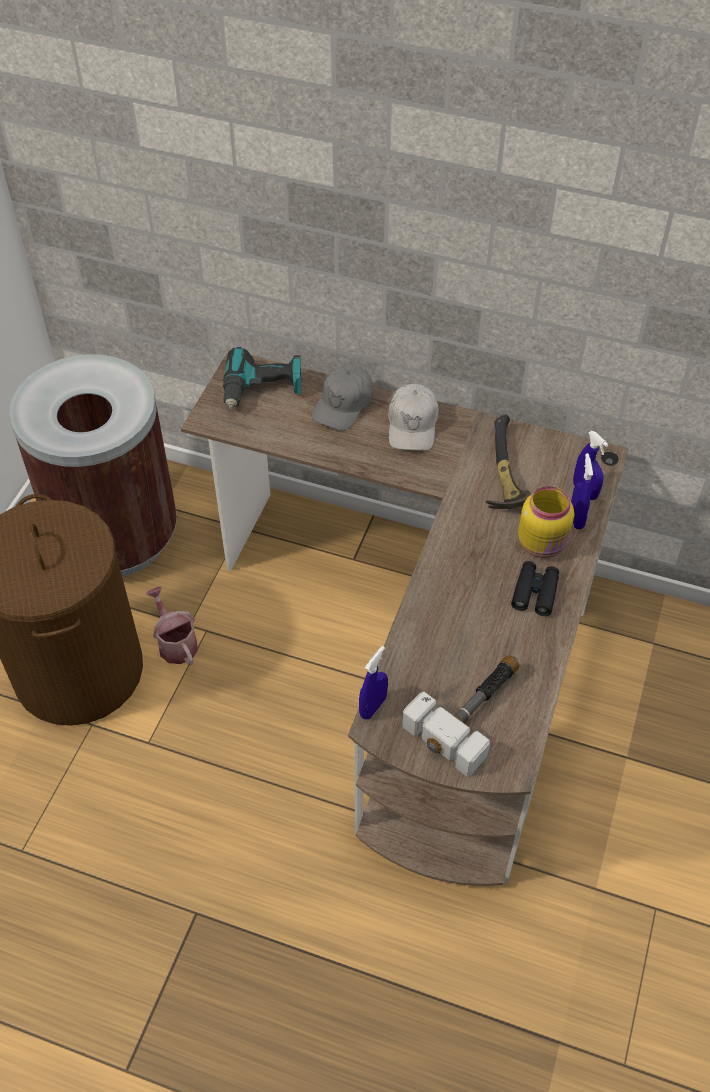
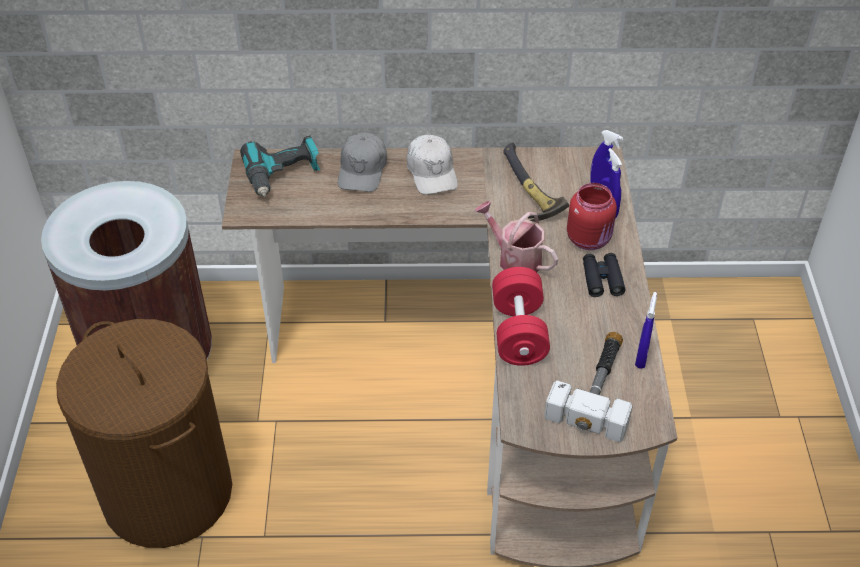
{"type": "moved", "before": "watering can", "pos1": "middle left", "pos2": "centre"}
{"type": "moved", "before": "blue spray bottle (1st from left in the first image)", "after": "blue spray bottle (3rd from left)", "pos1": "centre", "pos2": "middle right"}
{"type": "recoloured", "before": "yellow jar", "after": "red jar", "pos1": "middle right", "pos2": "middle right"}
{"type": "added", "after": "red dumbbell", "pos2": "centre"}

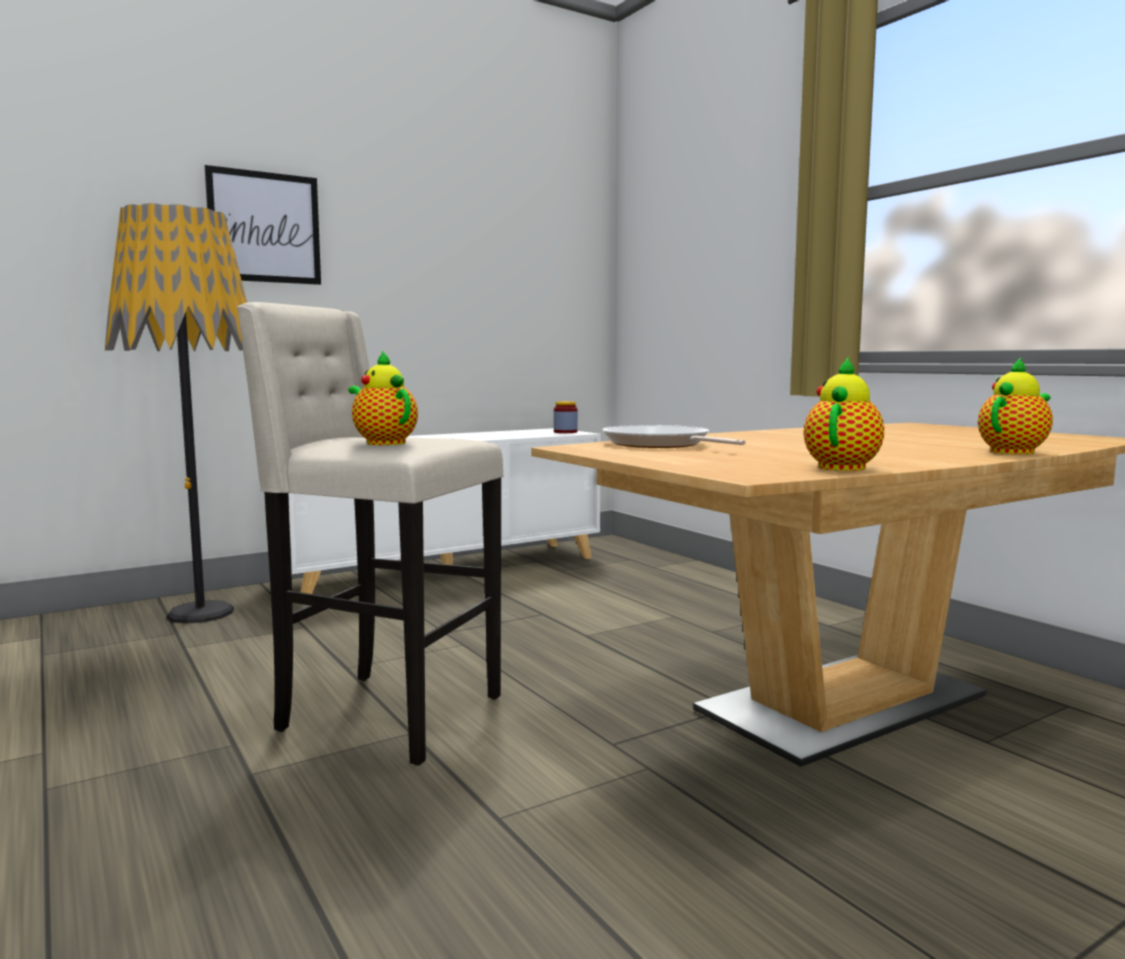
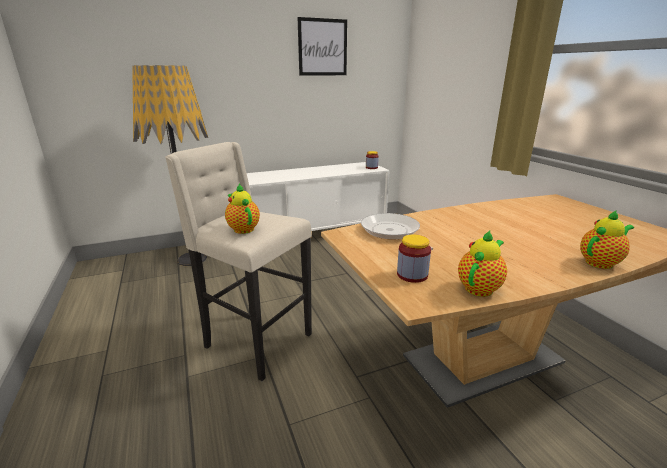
{"type": "moved", "before": "picture", "pos1": "top left", "pos2": "top centre"}
{"type": "added", "after": "jar (2nd from left)", "pos2": "centre"}

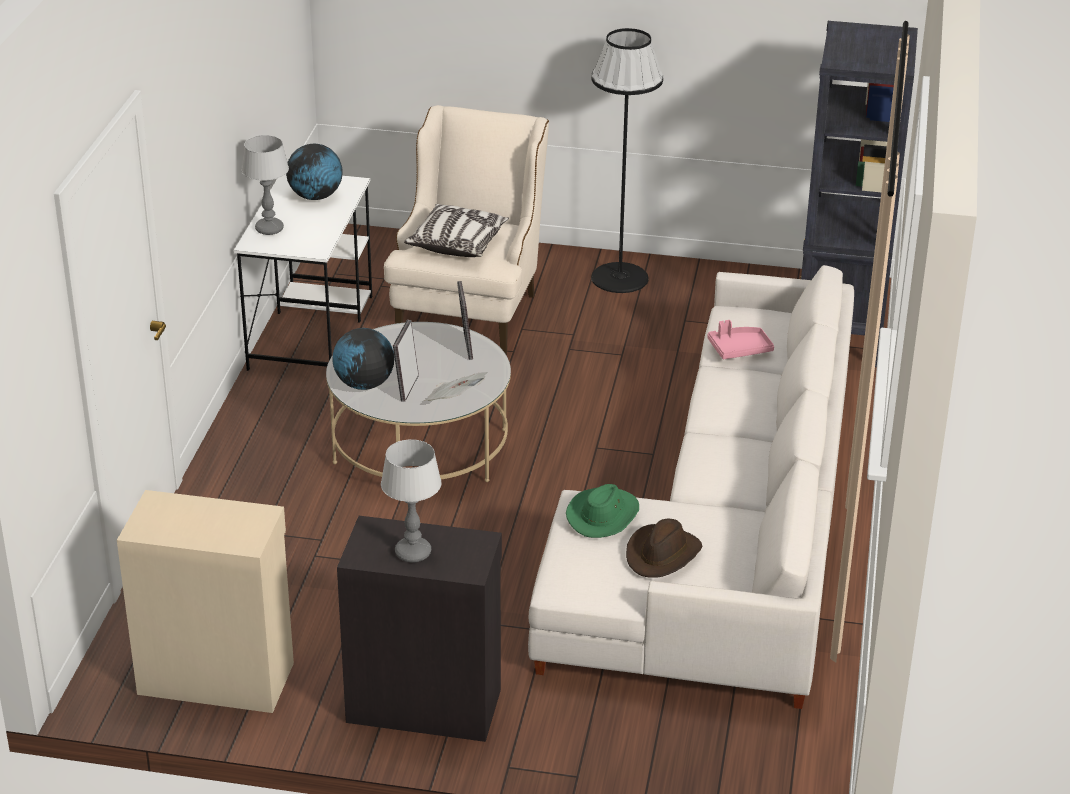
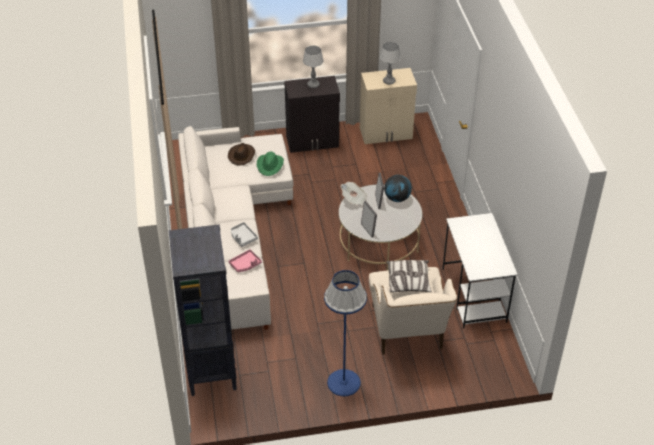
{"type": "moved", "before": "table lamp (1st from left in the first image)", "after": "table lamp (2nd from left)", "pos1": "top left", "pos2": "top centre"}
{"type": "removed", "before": "globe (1st from left)", "pos1": "top left"}
{"type": "recoloured", "before": "black floor lamp", "after": "blue floor lamp", "pos1": "top centre", "pos2": "bottom centre"}
{"type": "added", "after": "grey tray", "pos2": "centre"}

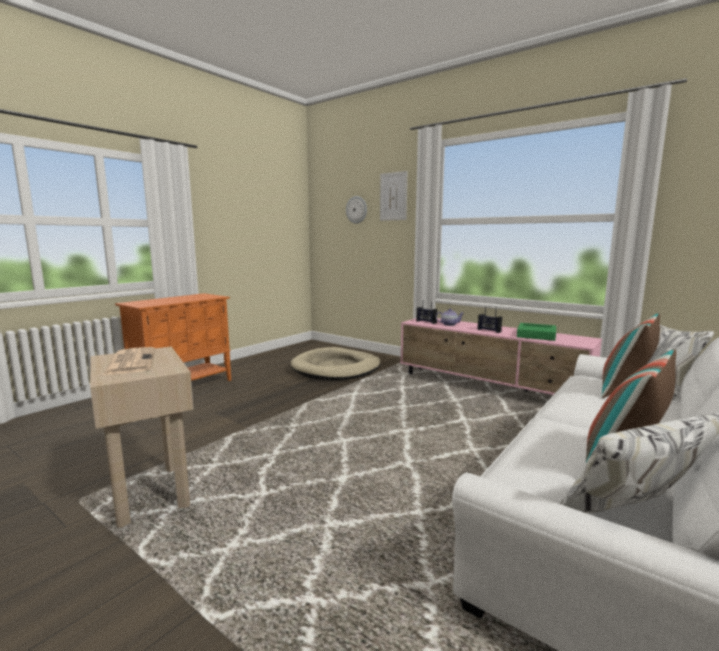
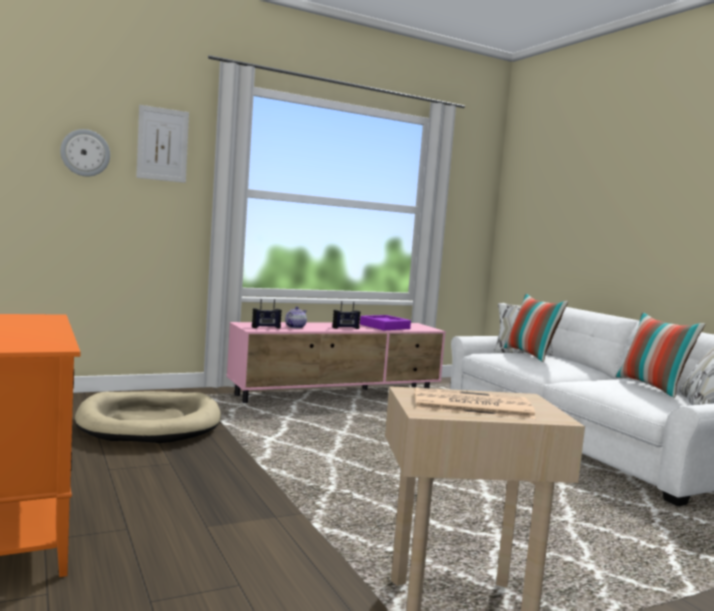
{"type": "recoloured", "before": "green tray", "after": "purple tray", "pos1": "middle right", "pos2": "centre"}

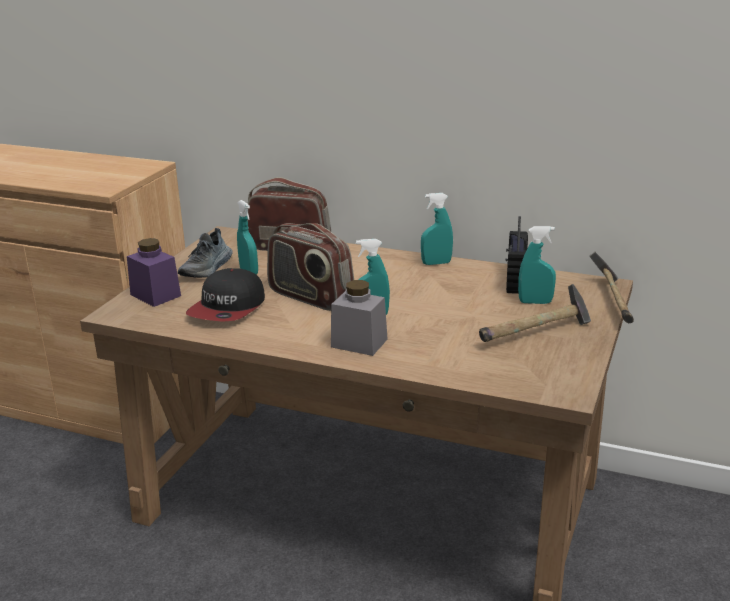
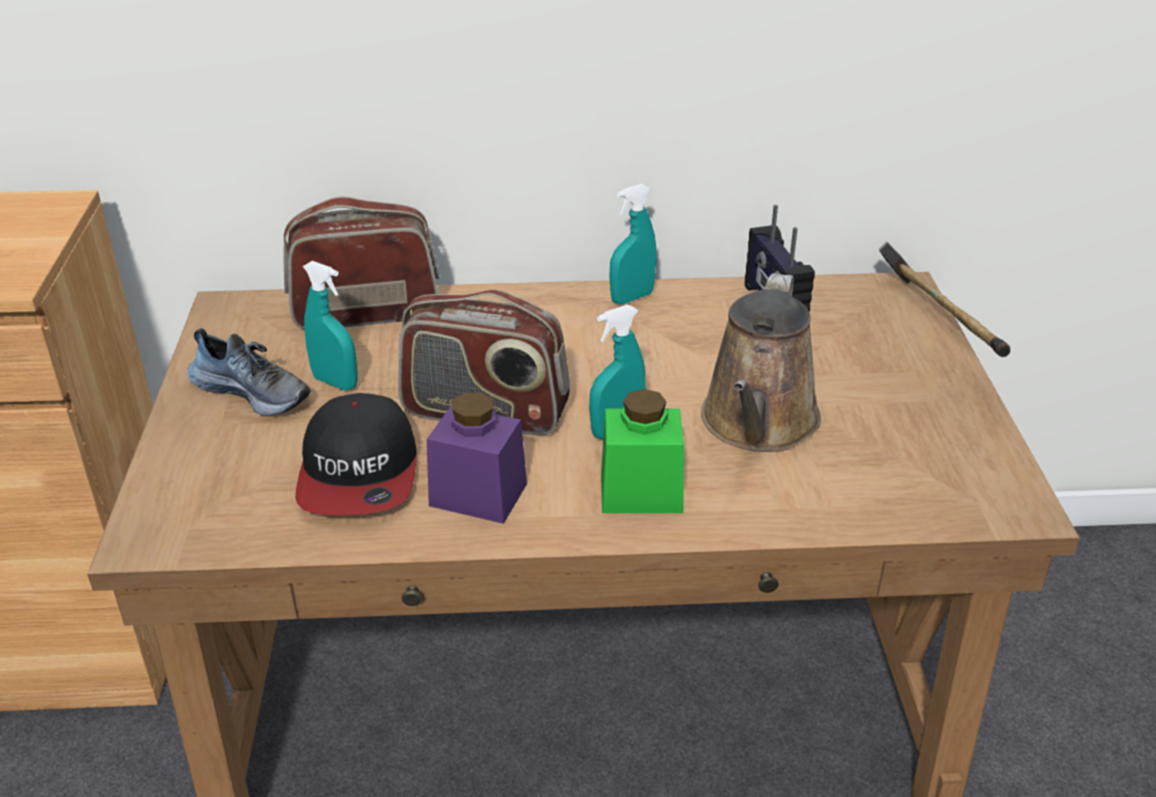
{"type": "moved", "before": "purple jar", "pos1": "middle left", "pos2": "centre"}
{"type": "turned", "before": "shoe", "pos1": "middle left", "pos2": "middle left", "turn": -60}
{"type": "recoloured", "before": "grey jar", "after": "green jar", "pos1": "centre", "pos2": "centre"}
{"type": "removed", "before": "hammer (1st from left)", "pos1": "middle right"}
{"type": "removed", "before": "turquoise spray bottle (4th from left)", "pos1": "middle right"}
{"type": "added", "after": "brown watering can", "pos2": "centre"}

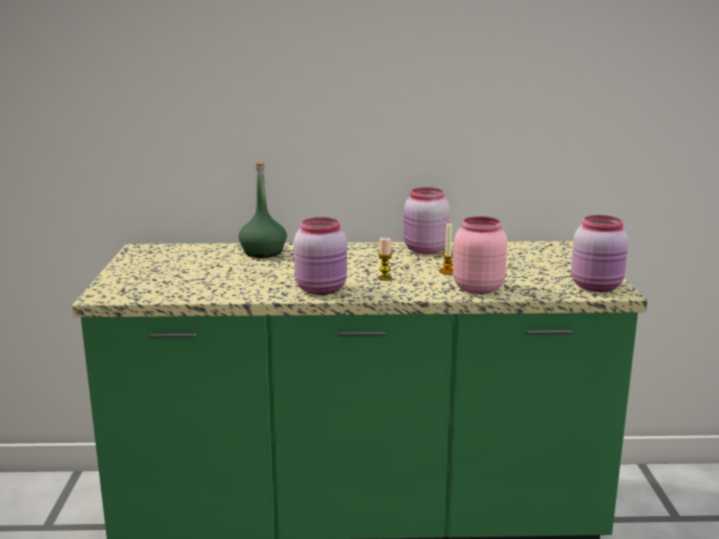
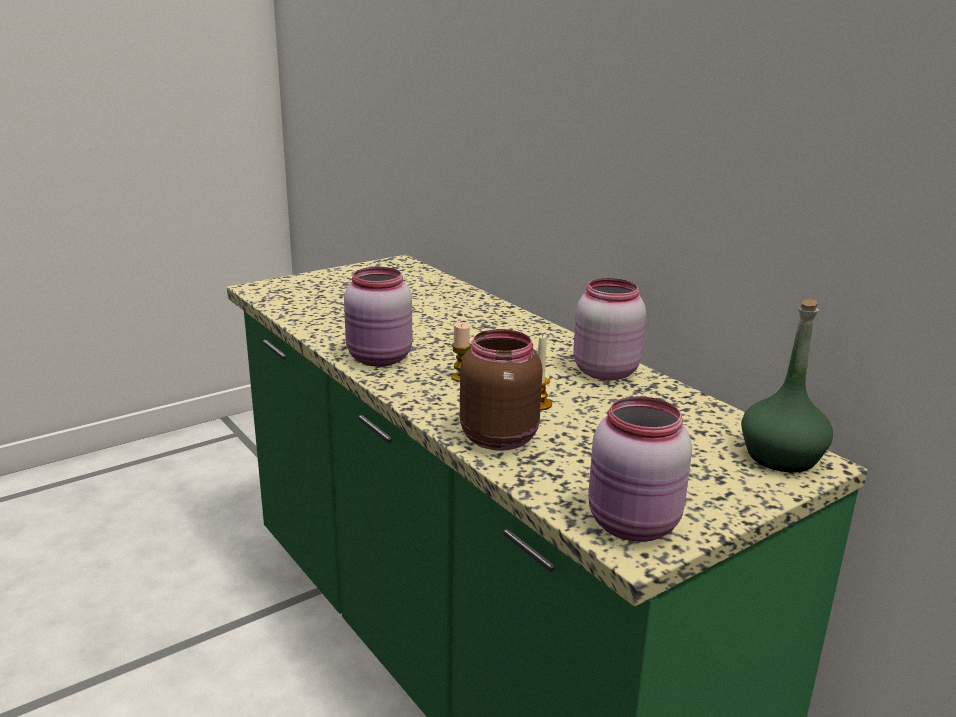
{"type": "moved", "before": "green bottle", "pos1": "centre", "pos2": "middle right"}
{"type": "recoloured", "before": "pink jar (3rd from left)", "after": "brown jar", "pos1": "middle right", "pos2": "centre"}

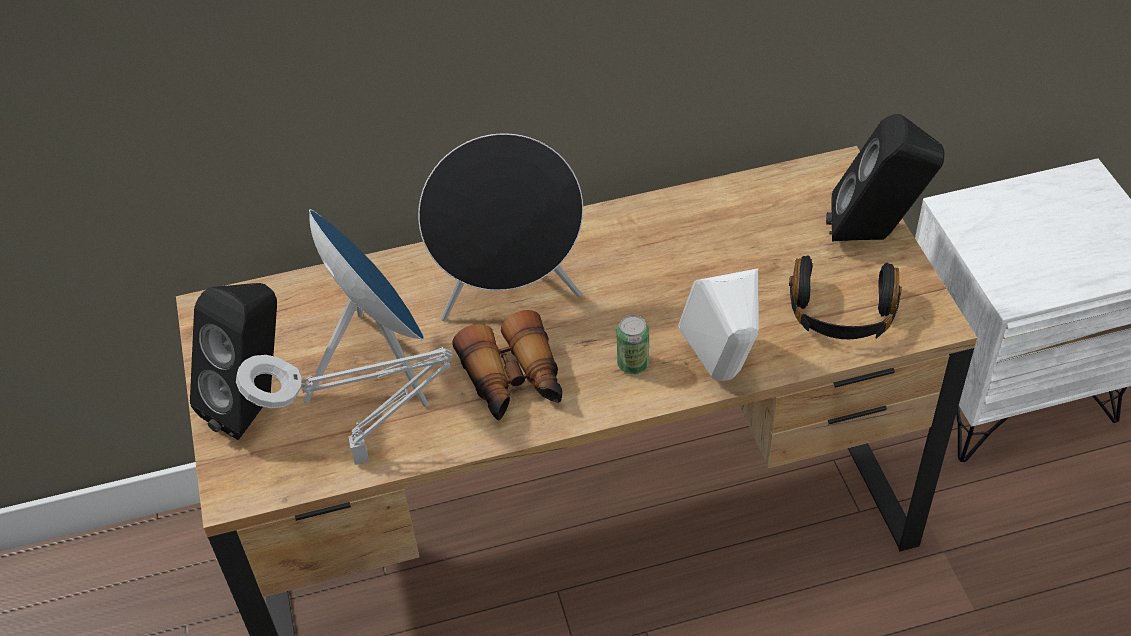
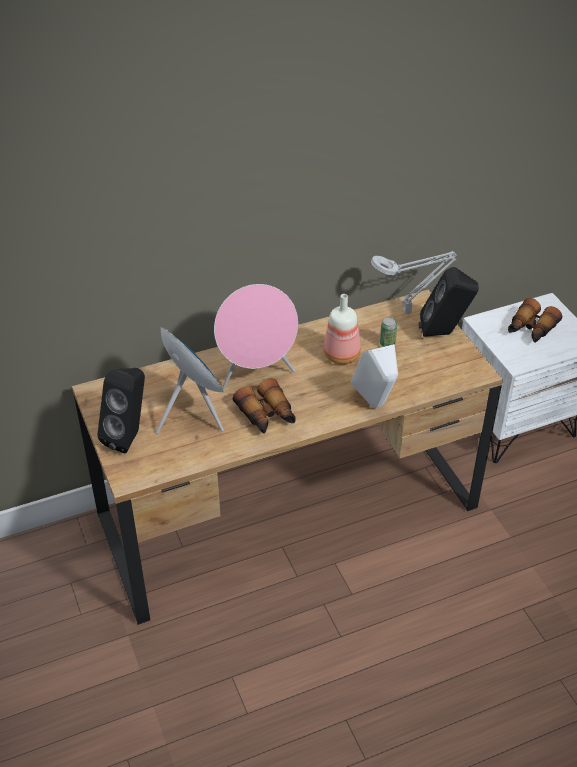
{"type": "moved", "before": "grey table lamp", "pos1": "middle left", "pos2": "middle right"}
{"type": "recoloured", "before": "black speaker (2nd from left)", "after": "pink speaker", "pos1": "centre", "pos2": "centre"}
{"type": "moved", "before": "can", "pos1": "centre", "pos2": "middle right"}
{"type": "removed", "before": "black headphones", "pos1": "middle right"}
{"type": "added", "after": "bottle", "pos2": "centre"}
{"type": "added", "after": "binoculars (2nd from left)", "pos2": "middle right"}

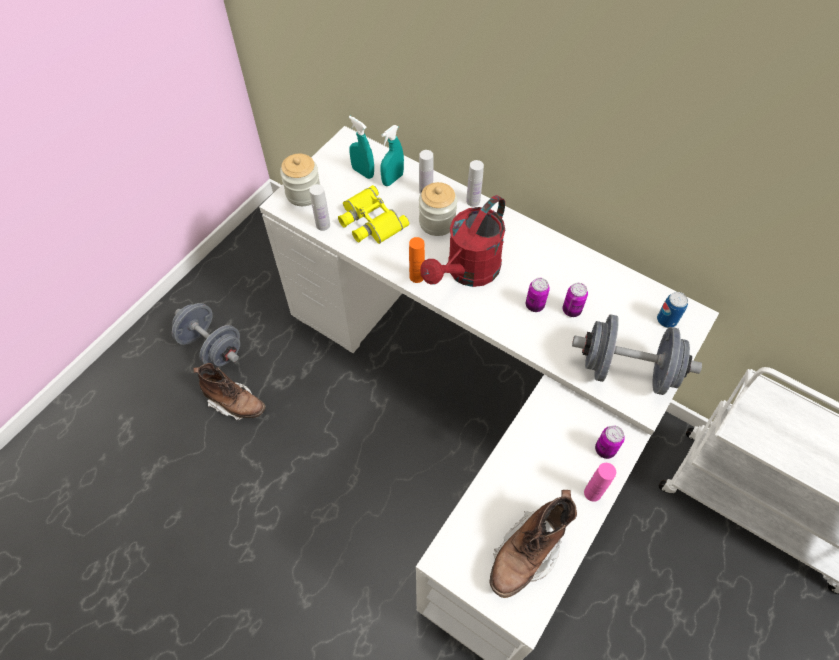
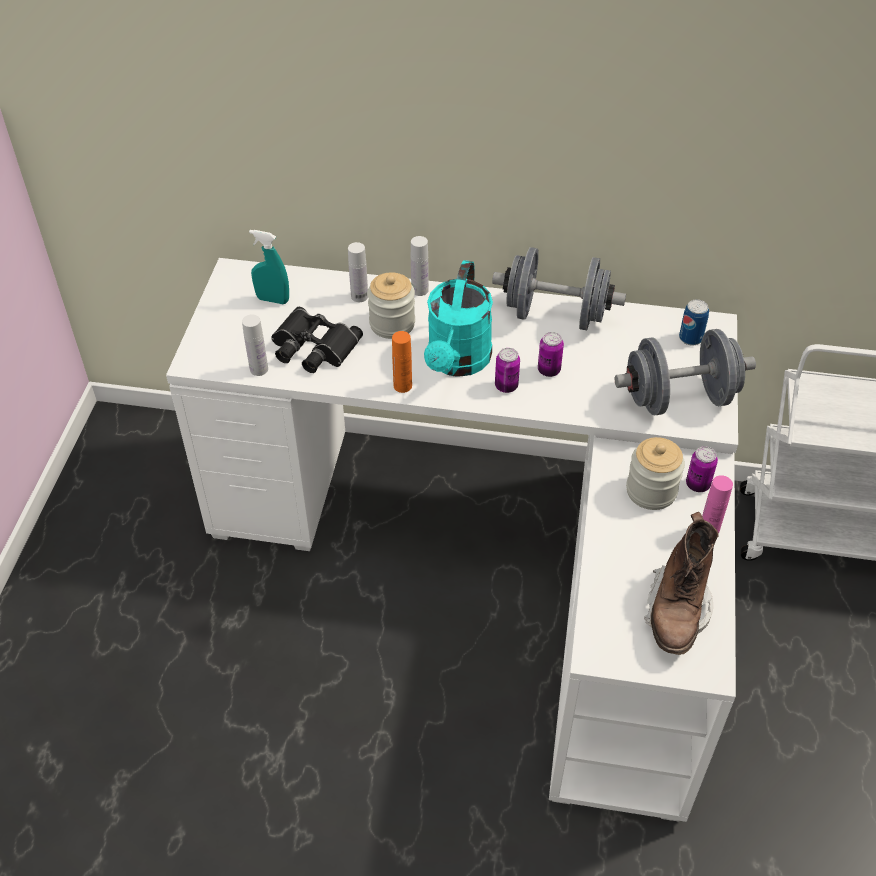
{"type": "moved", "before": "grey dumbbell (1st from left)", "pos1": "middle left", "pos2": "top centre"}
{"type": "removed", "before": "brown boot (1st from left)", "pos1": "middle left"}
{"type": "moved", "before": "jar (1st from left in the first image)", "after": "jar (2nd from left)", "pos1": "top centre", "pos2": "middle right"}
{"type": "recoloured", "before": "yellow binoculars", "after": "black binoculars", "pos1": "top centre", "pos2": "centre"}
{"type": "removed", "before": "turquoise spray bottle (2nd from left)", "pos1": "top centre"}
{"type": "recoloured", "before": "red watering can", "after": "turquoise watering can", "pos1": "centre", "pos2": "centre"}
{"type": "moved", "before": "can (2nd from left in the first image)", "after": "can (1st from left)", "pos1": "middle right", "pos2": "centre"}

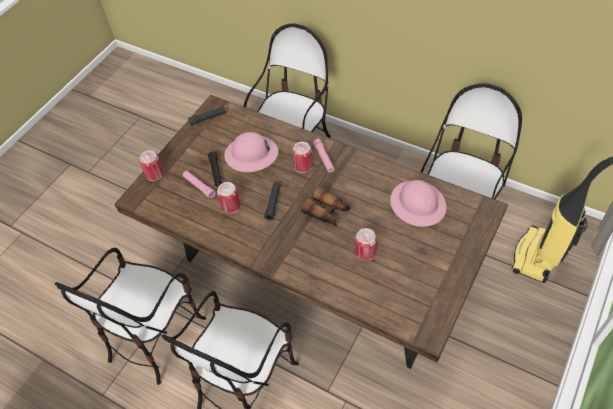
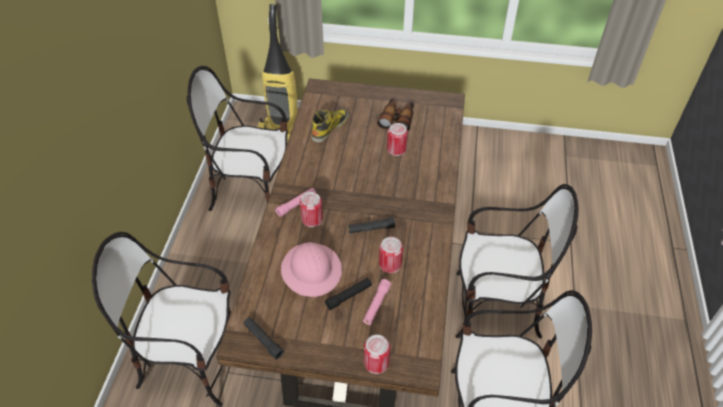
{"type": "moved", "before": "binoculars", "pos1": "centre", "pos2": "top centre"}
{"type": "replaced", "before": "pink hard hat (2nd from left)", "after": "boot", "pos1": "middle right", "pos2": "top centre"}

